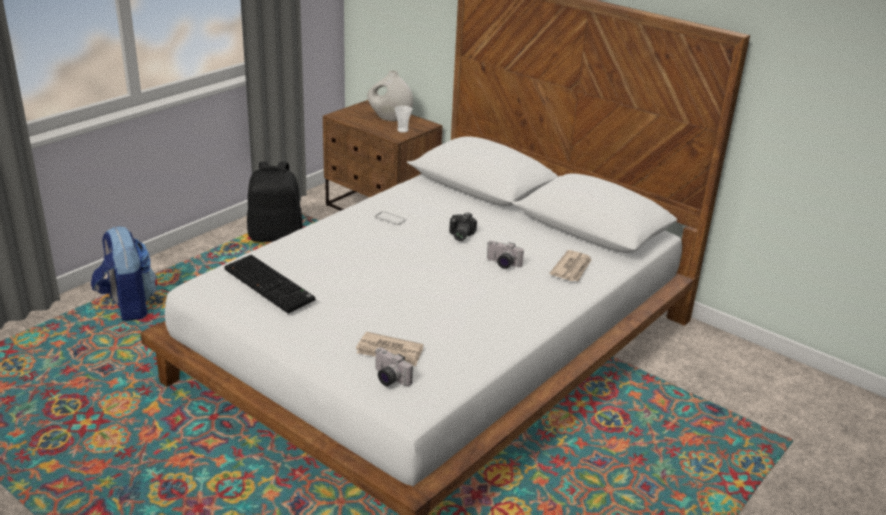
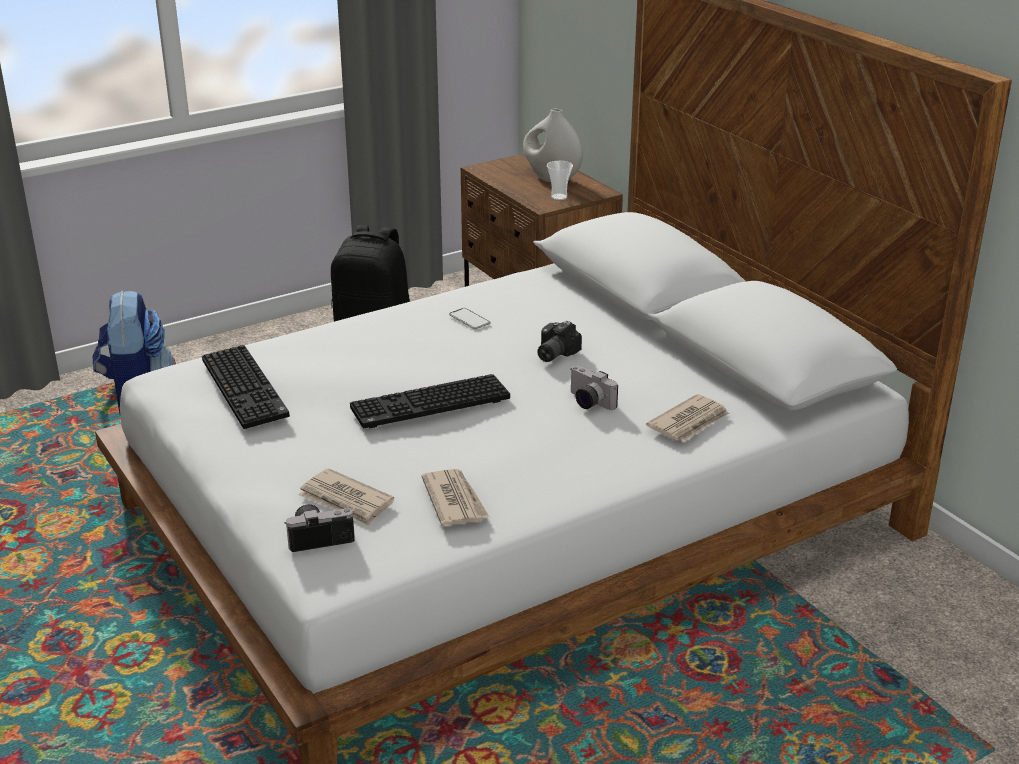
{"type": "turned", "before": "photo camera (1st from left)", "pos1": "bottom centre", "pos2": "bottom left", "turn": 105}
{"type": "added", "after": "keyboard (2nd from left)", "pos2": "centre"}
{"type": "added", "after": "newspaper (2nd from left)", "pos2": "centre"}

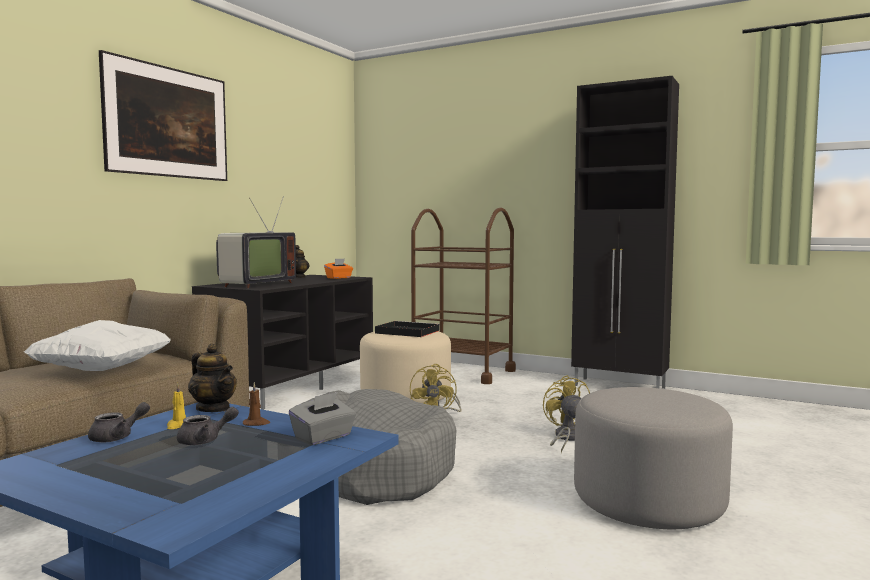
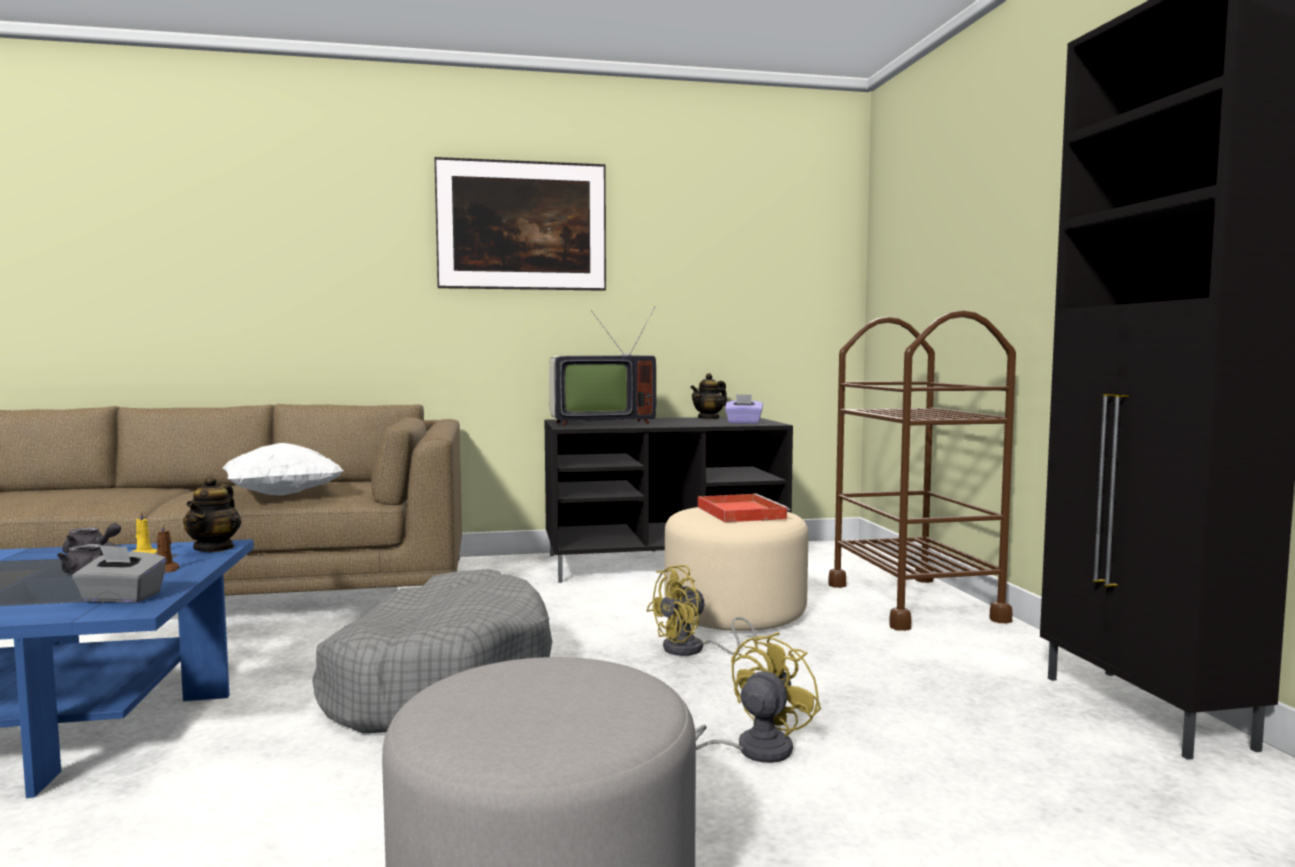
{"type": "recoloured", "before": "orange tissue box", "after": "purple tissue box", "pos1": "centre", "pos2": "centre"}
{"type": "recoloured", "before": "black tray", "after": "red tray", "pos1": "centre", "pos2": "centre"}

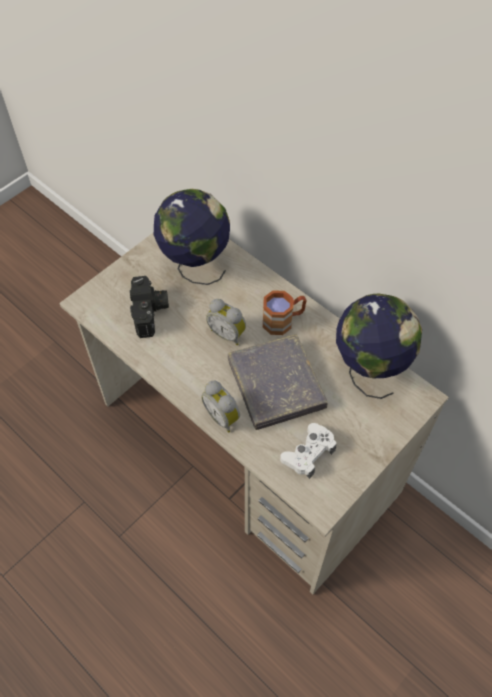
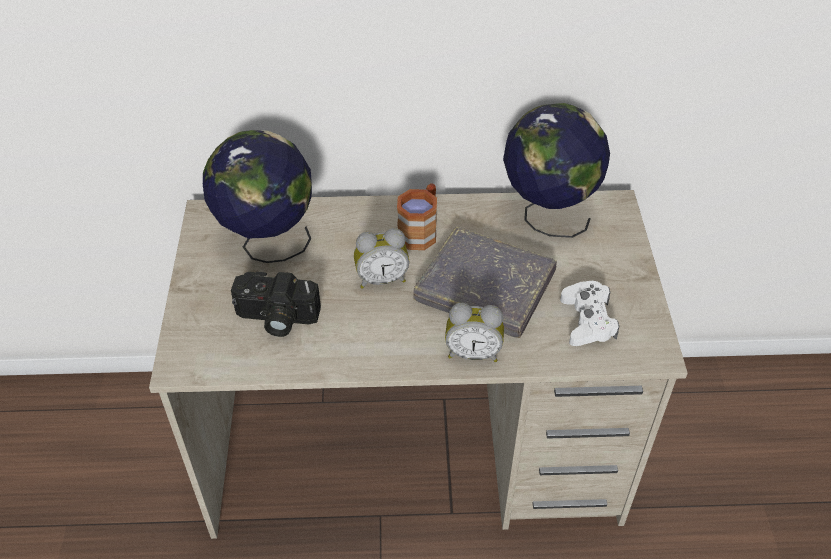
{"type": "turned", "before": "photo camera", "pos1": "middle left", "pos2": "middle left", "turn": 150}

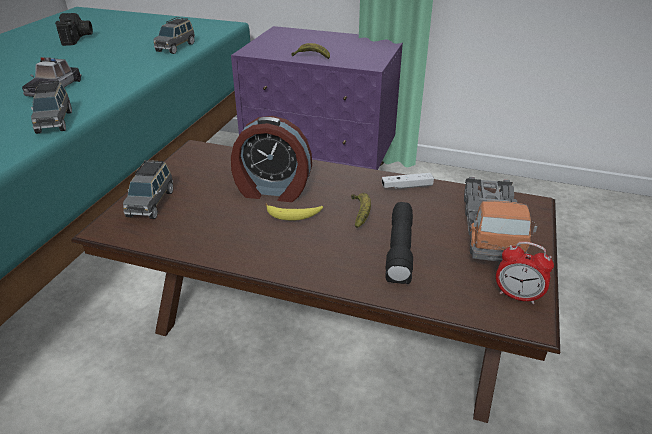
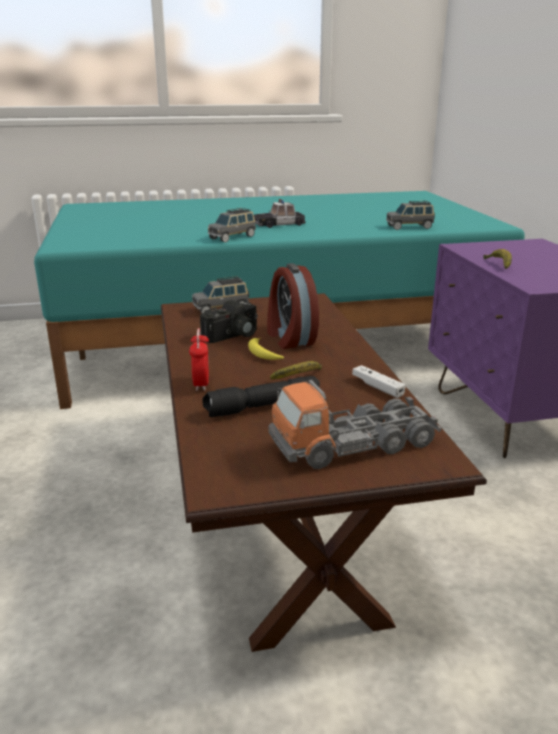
{"type": "moved", "before": "photo camera", "pos1": "top left", "pos2": "centre"}
{"type": "moved", "before": "alarm clock (2nd from left in the first image)", "after": "alarm clock (1st from left)", "pos1": "middle right", "pos2": "centre"}

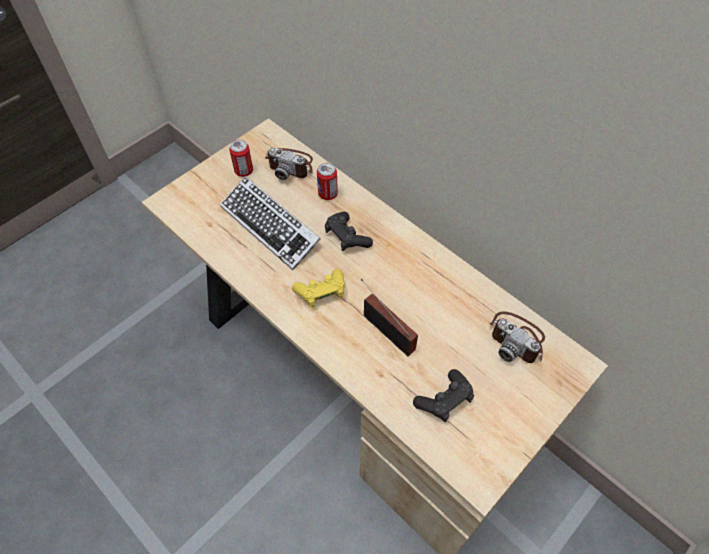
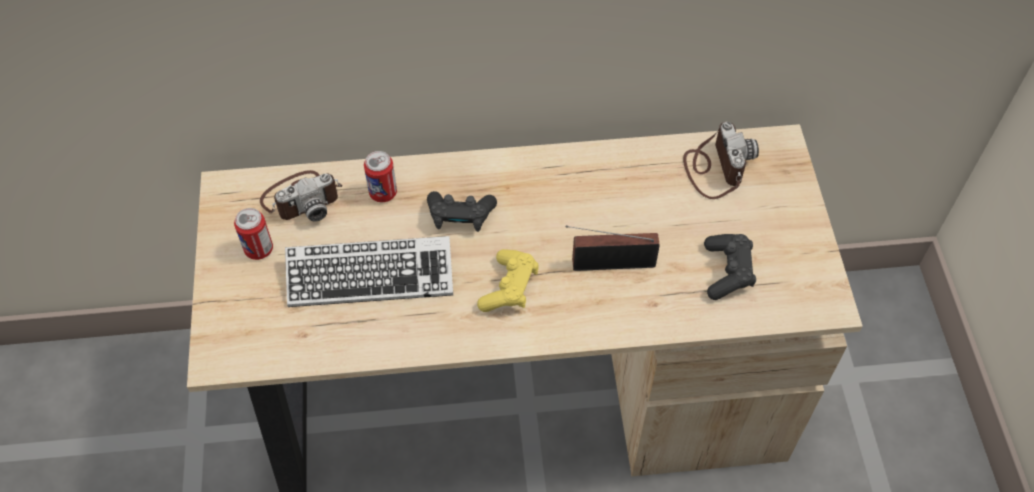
{"type": "turned", "before": "photo camera (2nd from left)", "pos1": "middle right", "pos2": "top right", "turn": -90}

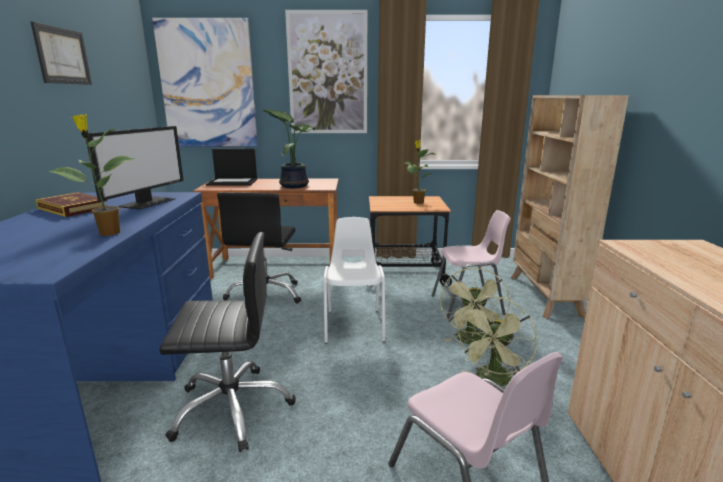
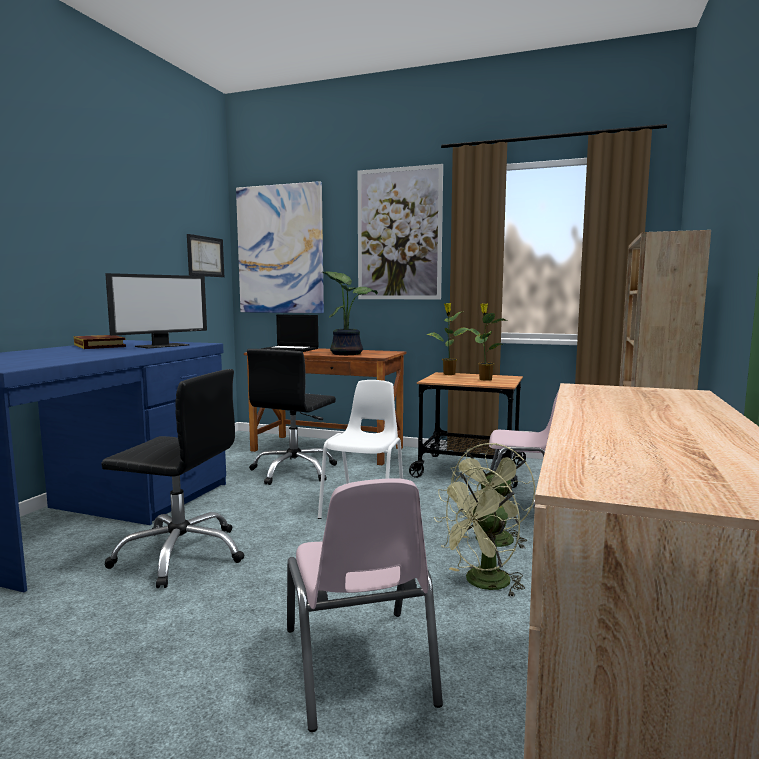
{"type": "moved", "before": "picture (1st from left)", "pos1": "top left", "pos2": "middle left"}
{"type": "moved", "before": "potted plant (1st from left in the first image)", "after": "potted plant (2nd from left)", "pos1": "middle left", "pos2": "centre"}

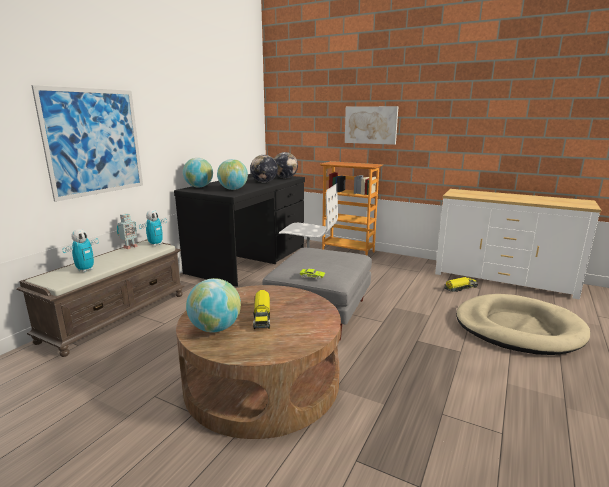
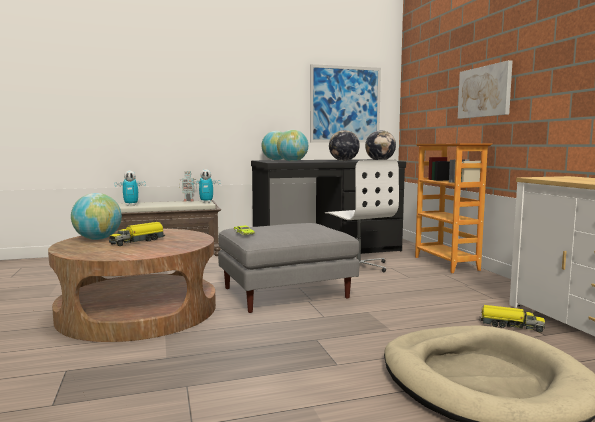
{"type": "moved", "before": "picture (1st from left)", "pos1": "top left", "pos2": "top centre"}

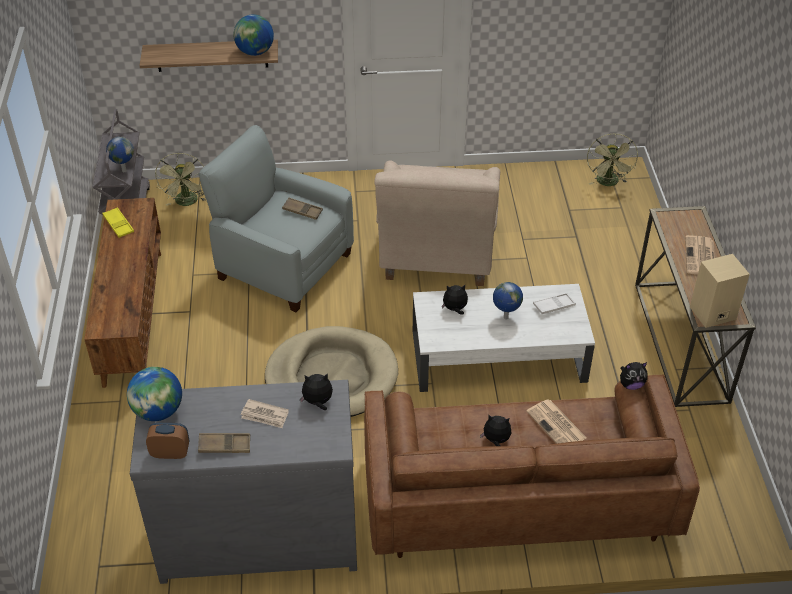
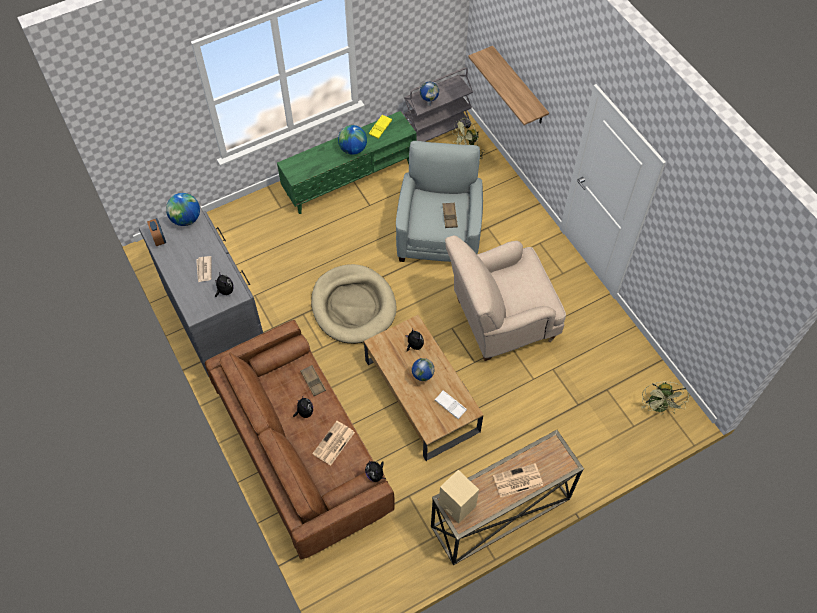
{"type": "recoloured", "before": "brown tv stand", "after": "green tv stand", "pos1": "middle left", "pos2": "top centre"}
{"type": "moved", "before": "brown tray (1st from left)", "pos1": "bottom left", "pos2": "centre"}
{"type": "moved", "before": "globe (3rd from left in the first image)", "after": "globe (2nd from left)", "pos1": "top left", "pos2": "top centre"}
{"type": "recoloured", "before": "white coffee table", "after": "brown coffee table", "pos1": "centre", "pos2": "centre"}
{"type": "turned", "before": "green fan (2nd from left)", "pos1": "top right", "pos2": "middle right", "turn": -60}

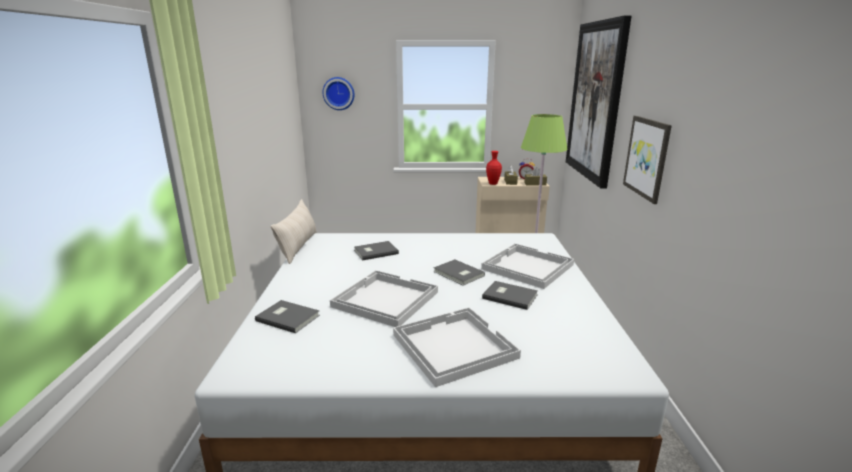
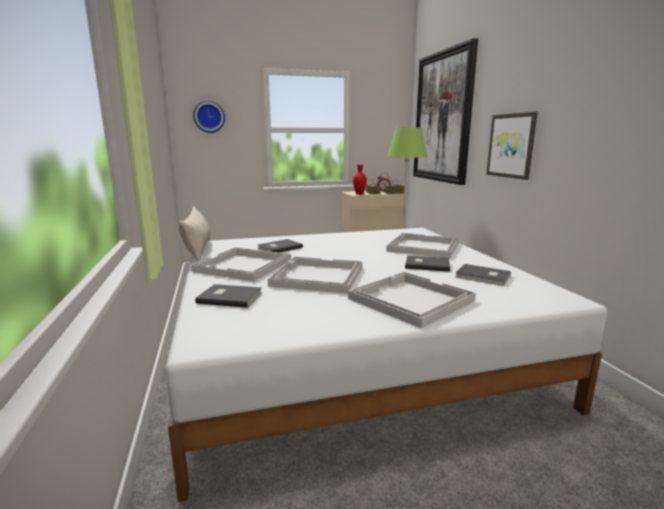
{"type": "moved", "before": "grey book (3rd from left in the first image)", "after": "grey book (4th from left)", "pos1": "centre", "pos2": "middle right"}
{"type": "added", "after": "white tray (1st from left)", "pos2": "centre"}

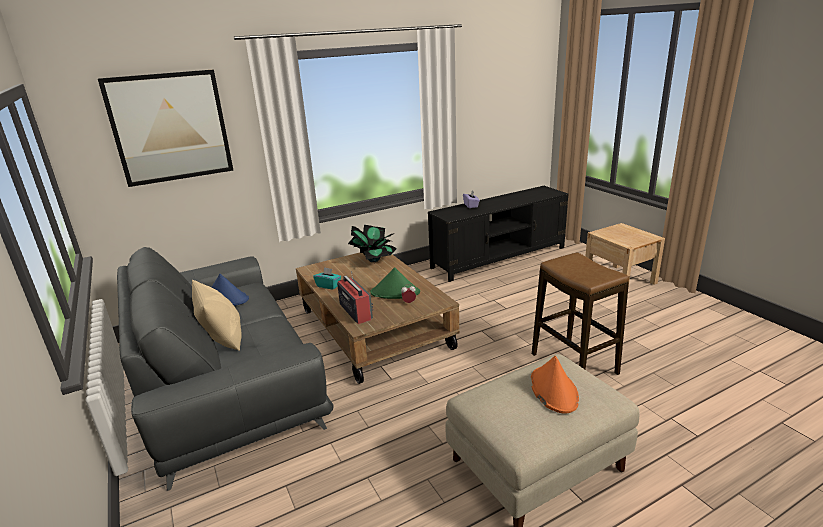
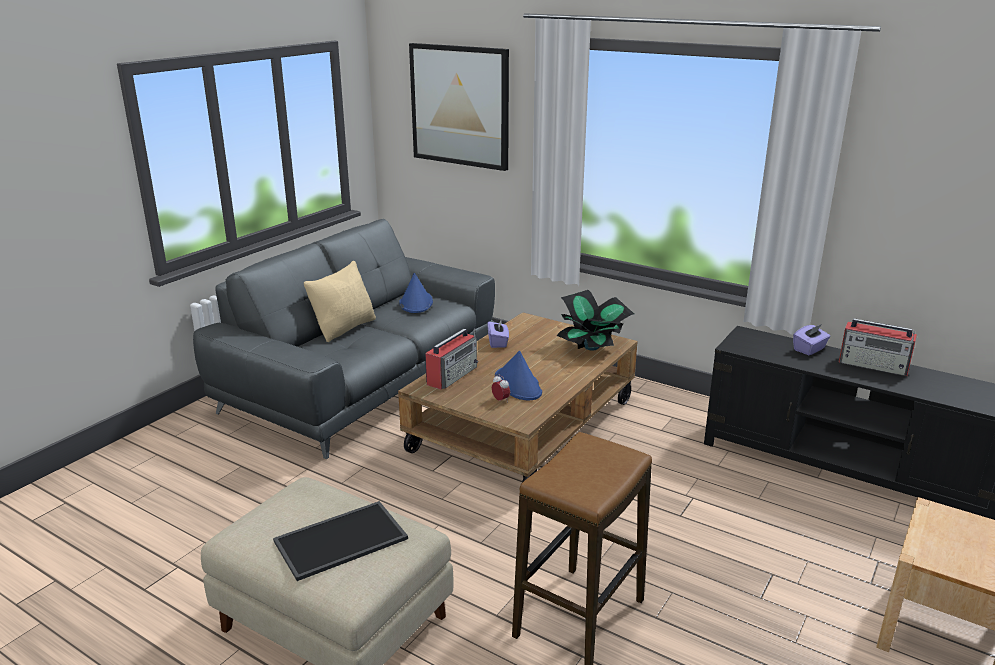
{"type": "recoloured", "before": "turquoise tissue box", "after": "purple tissue box (1st from left)", "pos1": "centre", "pos2": "centre"}
{"type": "recoloured", "before": "green hat", "after": "blue hat (2nd from left)", "pos1": "centre", "pos2": "centre"}
{"type": "replaced", "before": "orange hat", "after": "tray", "pos1": "bottom right", "pos2": "bottom centre"}
{"type": "added", "after": "radio (2nd from left)", "pos2": "middle right"}

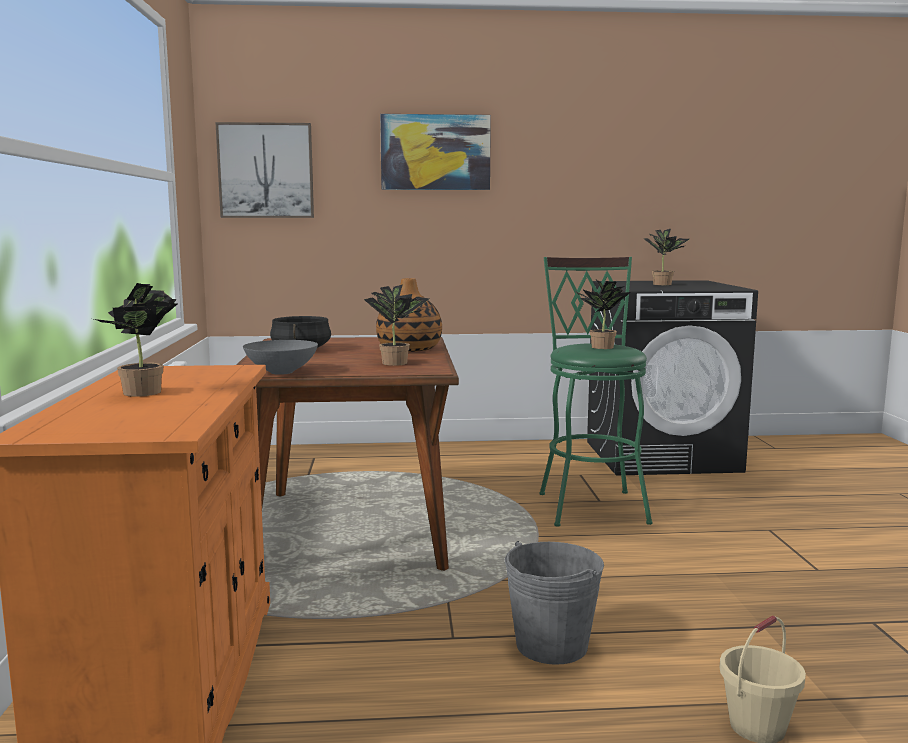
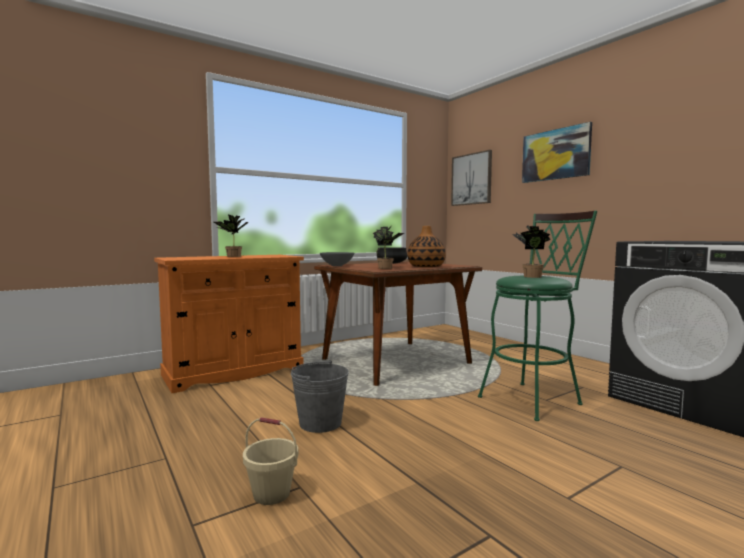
{"type": "removed", "before": "potted plant (4th from left)", "pos1": "middle right"}

